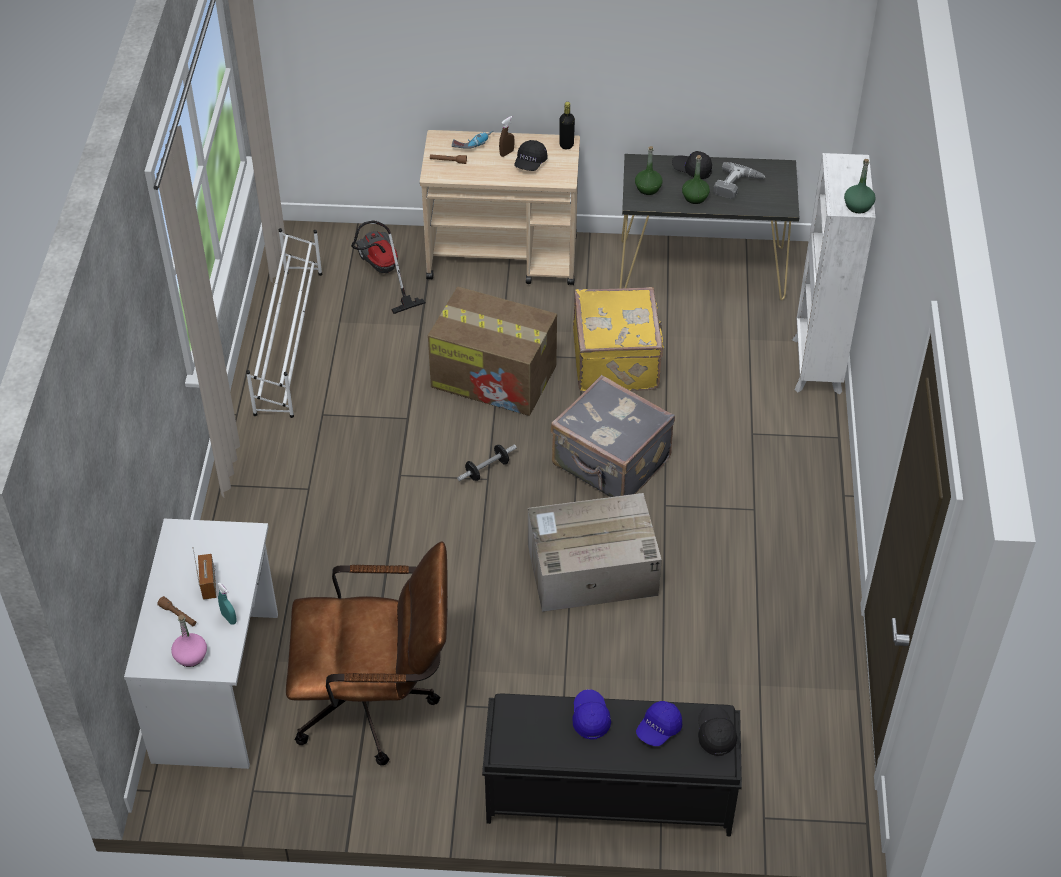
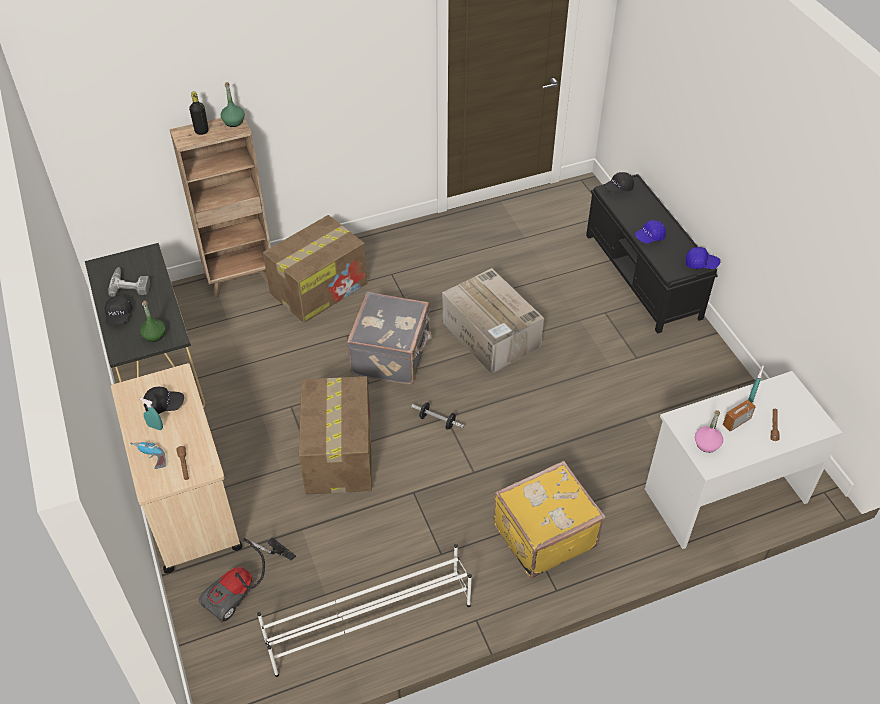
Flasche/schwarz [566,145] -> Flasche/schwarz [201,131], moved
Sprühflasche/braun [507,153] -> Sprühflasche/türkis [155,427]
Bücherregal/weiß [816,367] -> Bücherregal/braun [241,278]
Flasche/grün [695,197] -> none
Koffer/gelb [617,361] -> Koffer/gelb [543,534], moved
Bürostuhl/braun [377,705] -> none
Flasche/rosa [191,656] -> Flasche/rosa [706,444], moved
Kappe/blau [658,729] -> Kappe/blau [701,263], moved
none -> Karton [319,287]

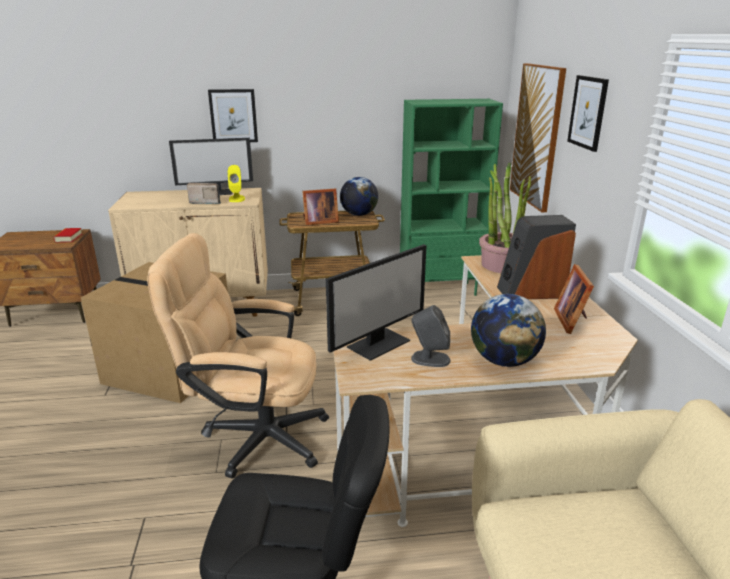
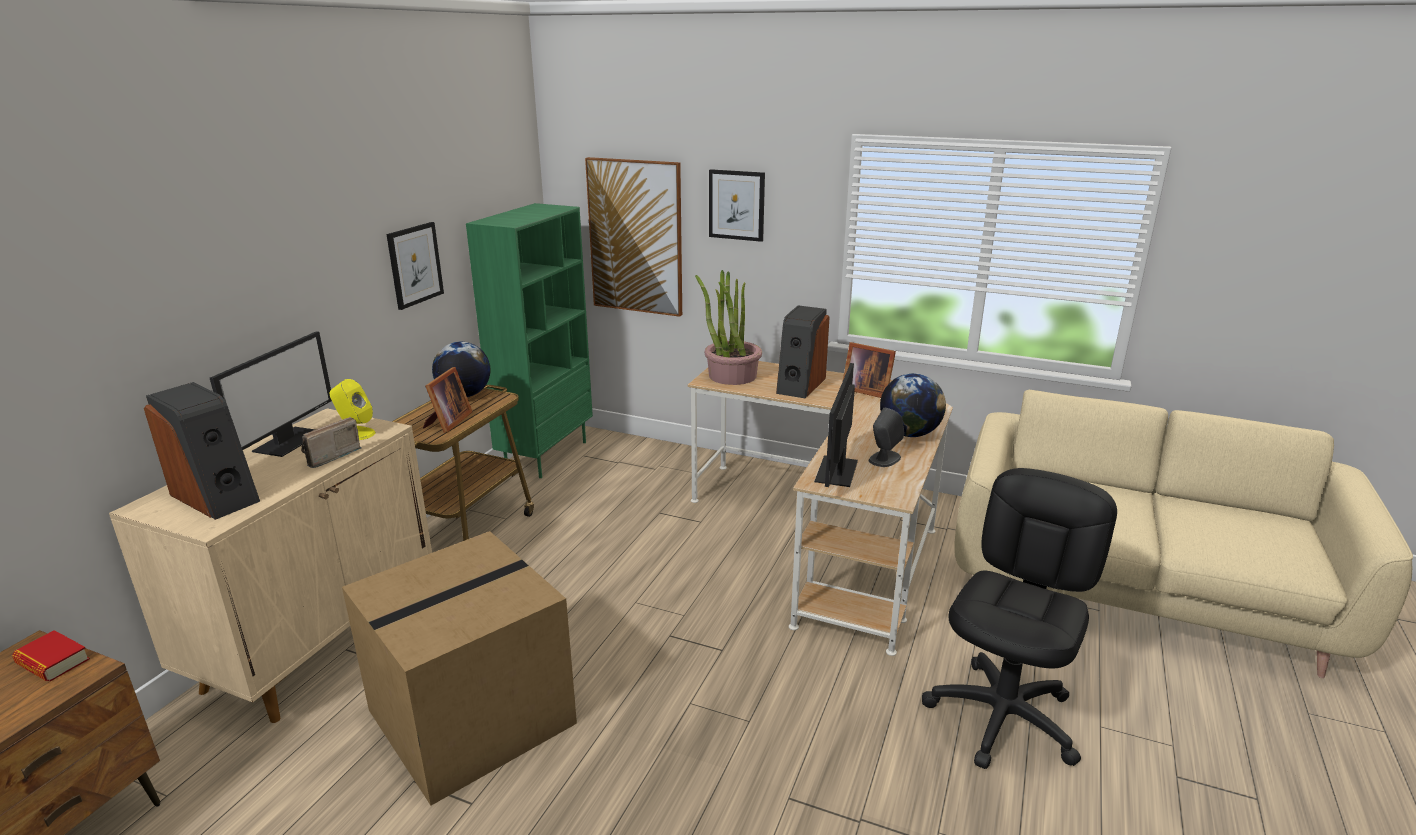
Bild [233,116] -> Bild [415,265], moved
Bürostuhl/beige [254,436] -> none
Monitor [378,343] -> Monitor [837,471], 150 degrees counterclockwise
none -> Lautsprecher [217,497]

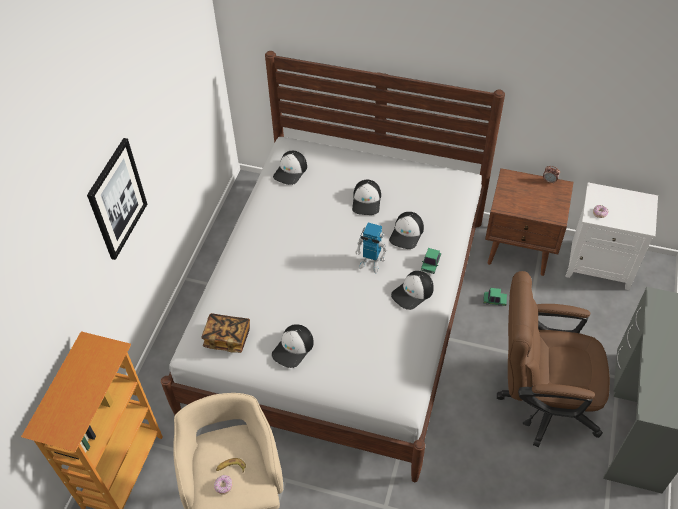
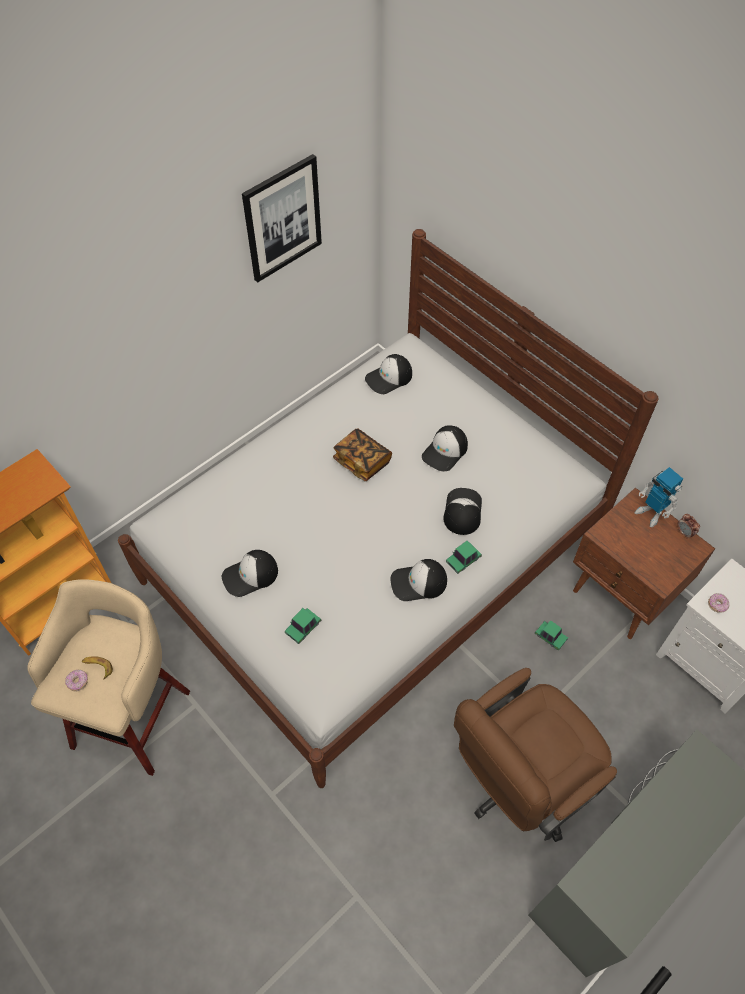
Bild [117,199] -> Bild [282,219], moved
Kappe [407,233] -> Kappe [462,511], 135 degrees clockwise
Spielzeugroboter [371,263] -> Spielzeugroboter [651,513], moved
Bürostuhl/braun [540,401] -> Bürostuhl/braun [518,782], 75 degrees counterclockwise
Buch [227,338] -> Buch [362,461], moved
none -> Spielzeugauto [303,627]

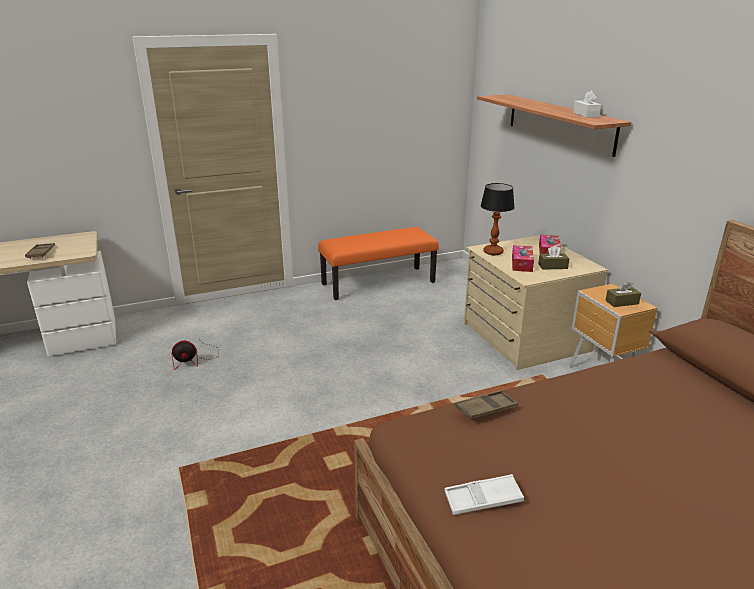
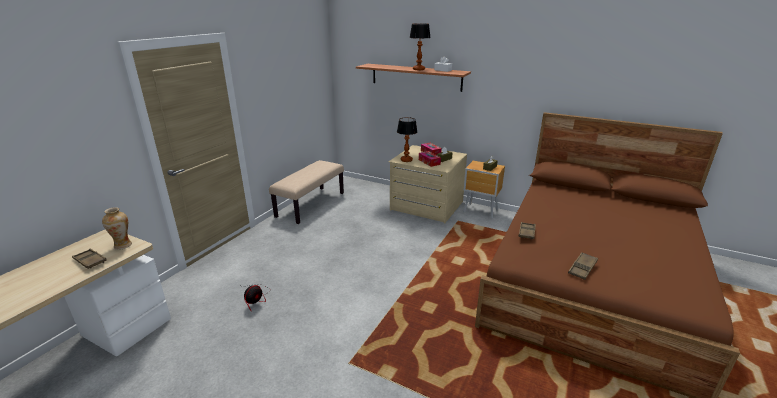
Bank/orange [378,283] -> Bank/beige [310,204]
Tablett/weiß [483,499] -> Tablett/braun [582,268]
none -> Tischlampe [418,69]
none -> Vase [123,245]

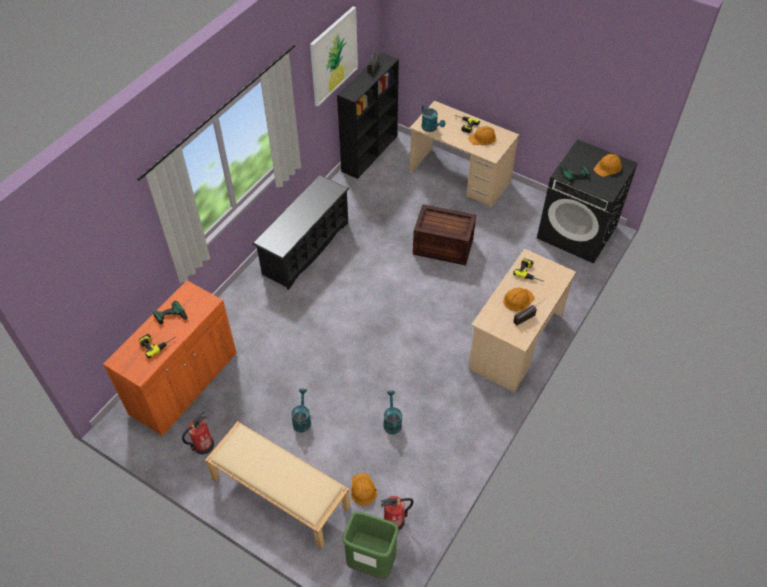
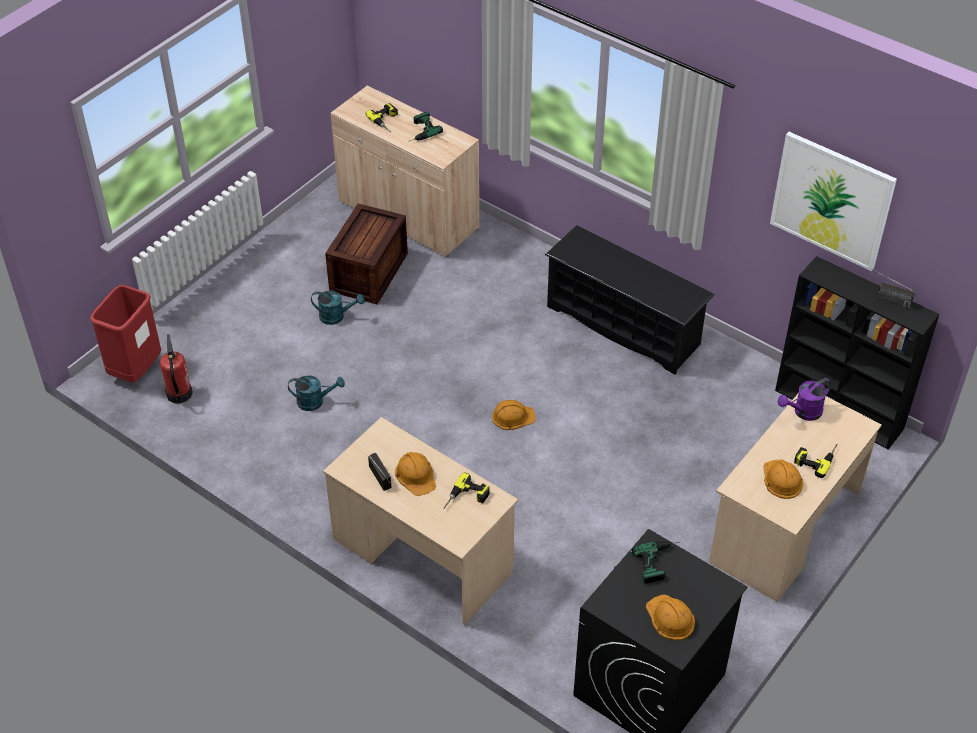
Gießkanne/türkis [431,128] -> Gießkanne/lila [803,412]
Kiste [442,246] -> Kiste [369,271], moved
Schrank/orange [184,384] -> Schrank/beige [408,215]
Feuerlöscher [203,445] -> none
Bank/beige [279,492] -> none
Schutzhelm/orange [362,489] -> Schutzhelm/orange [513,416], moved
Mülleimer/grün [371,562] -> Mülleimer/rot [136,370]

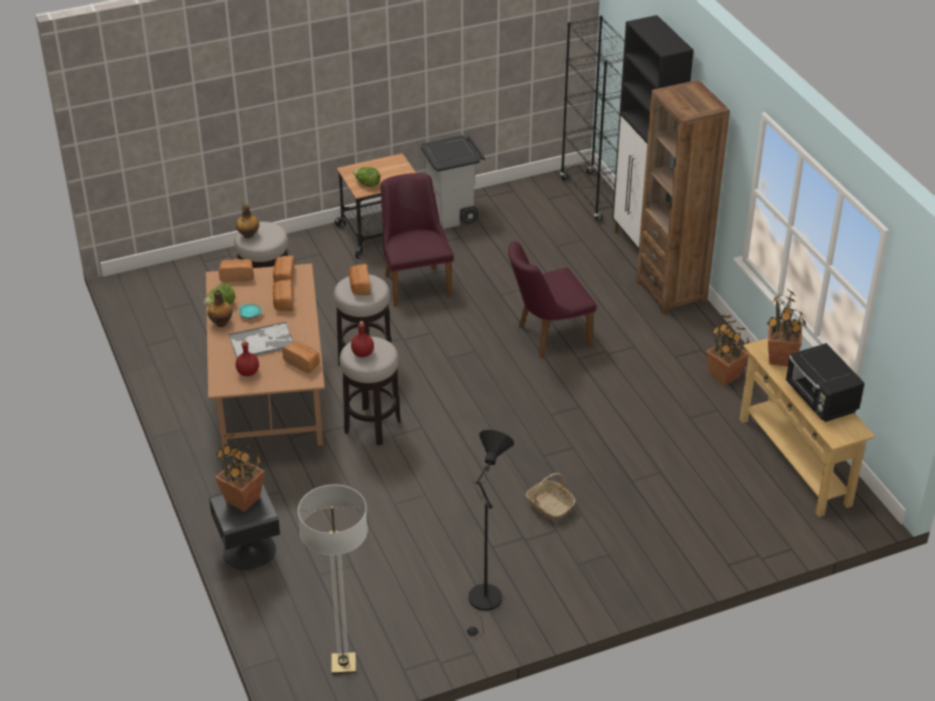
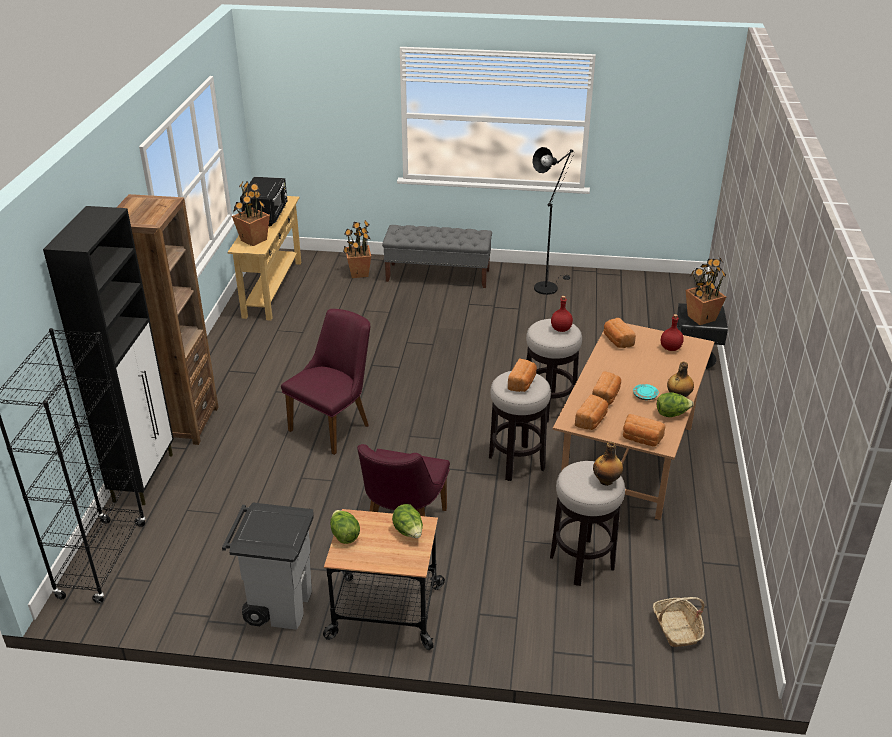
Stuhl/lila [547,337] -> Stuhl/lila [335,425], 60 degrees counterclockwise
Topfpflanze [725,376] -> Topfpflanze [359,273], moved
Tablett [262,341] -> none
Korb [549,506] -> Korb [676,628], moved
Stehlampe [343,664] -> none
none -> Bank/grau [438,275]
none -> Salatkopf [344,535]

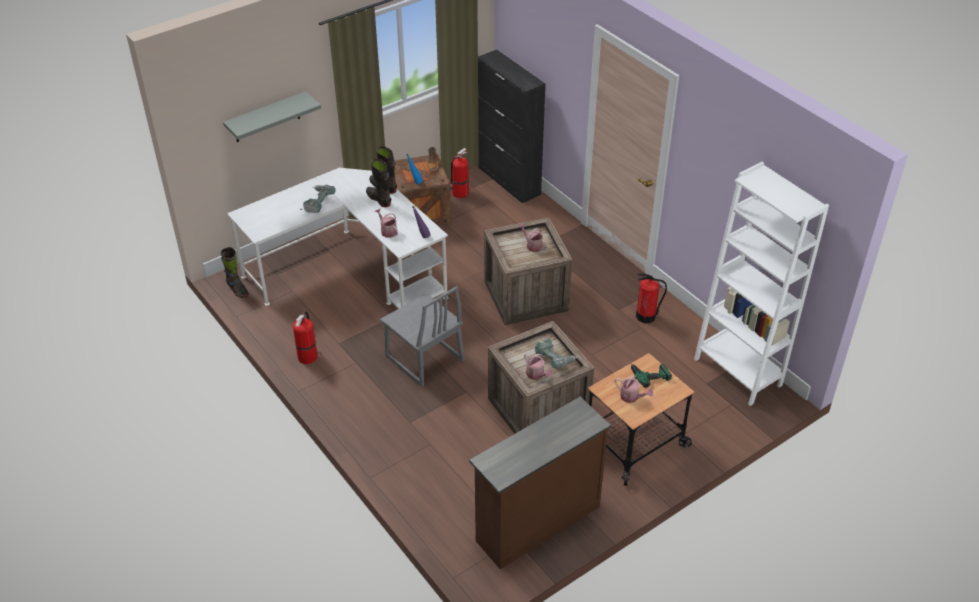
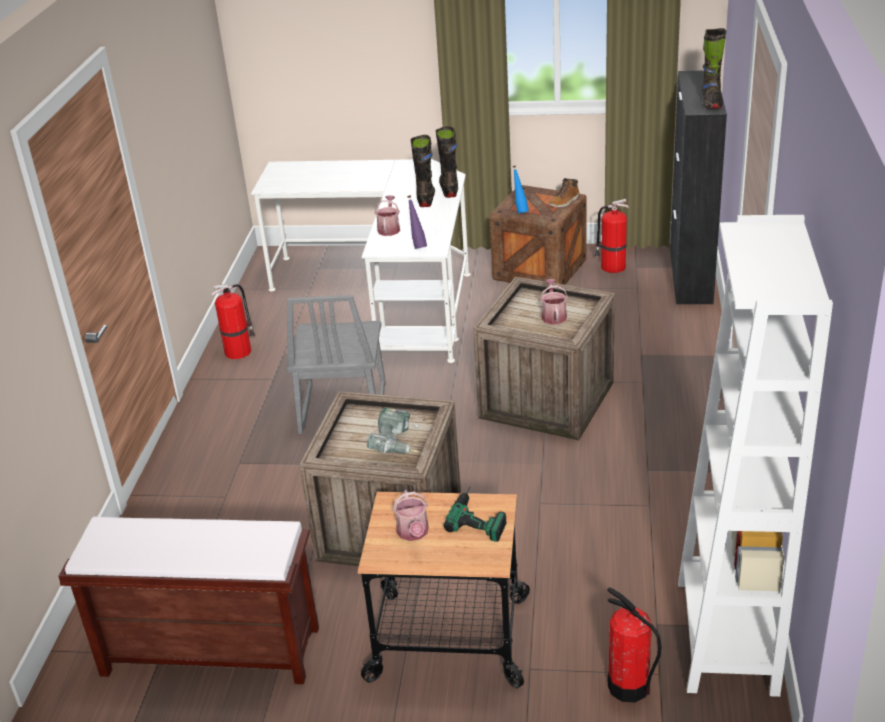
Wandregal/grau [266,118] -> none
Bohrmaschine [317,203] -> none
Stiefel/schwarz [237,290] -> Stiefel/schwarz [711,102], moved
Feuerlöscher [646,316] -> Feuerlöscher [629,687], moved
Gießkanne [537,375] -> none
Kommode/braun [536,522] -> Bank/braun [208,652]

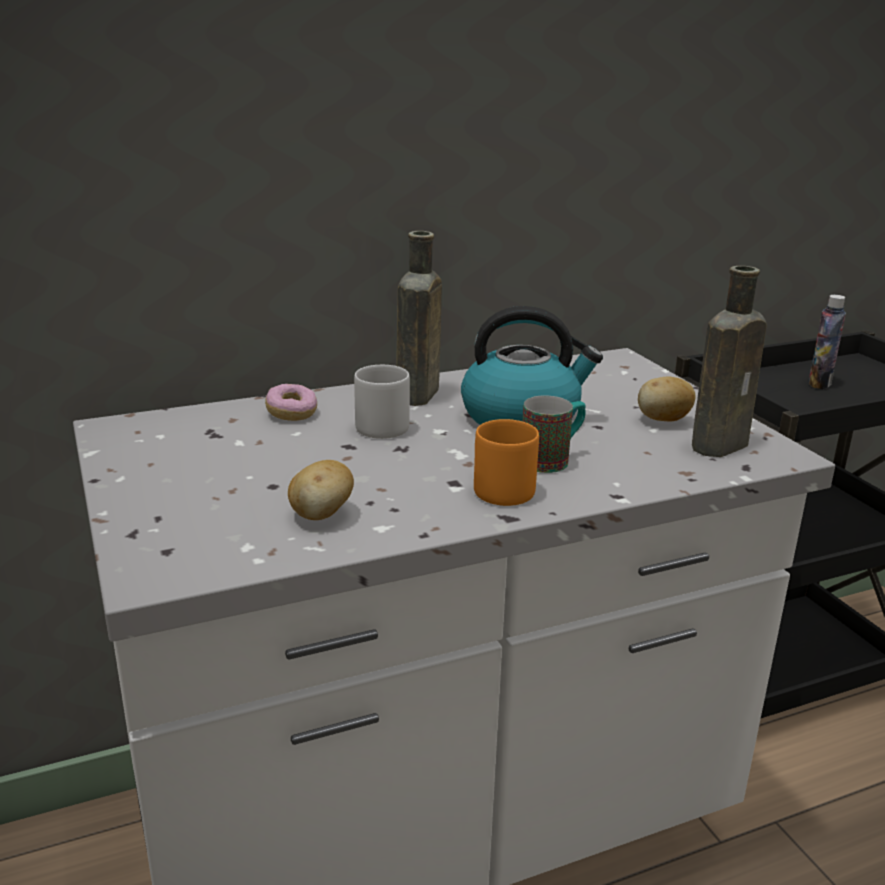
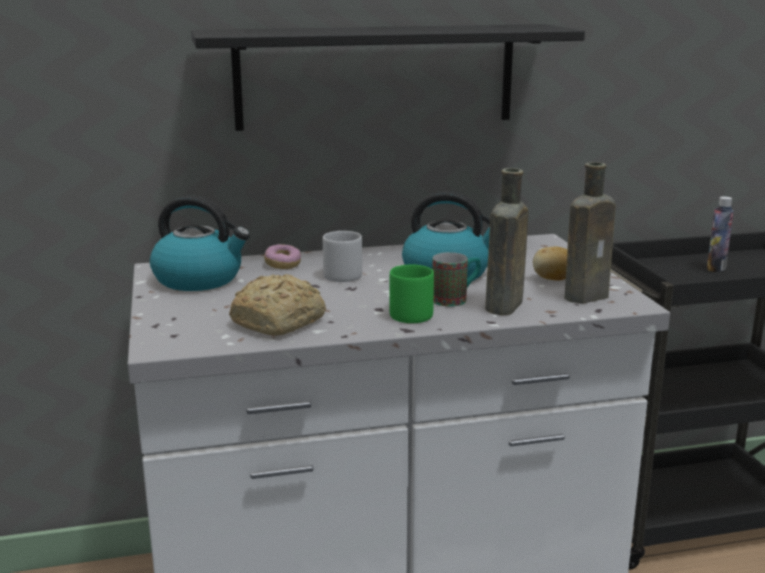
Flasche/braun [417,396] -> Flasche/braun [503,307], moved
Henkelbecher/orange [499,488] -> Henkelbecher/grün [408,313]
Kartoffel [321,515] -> Brot [280,322]
none -> Wandregal/schwarz [376,76]
none -> Wasserkessel [200,279]

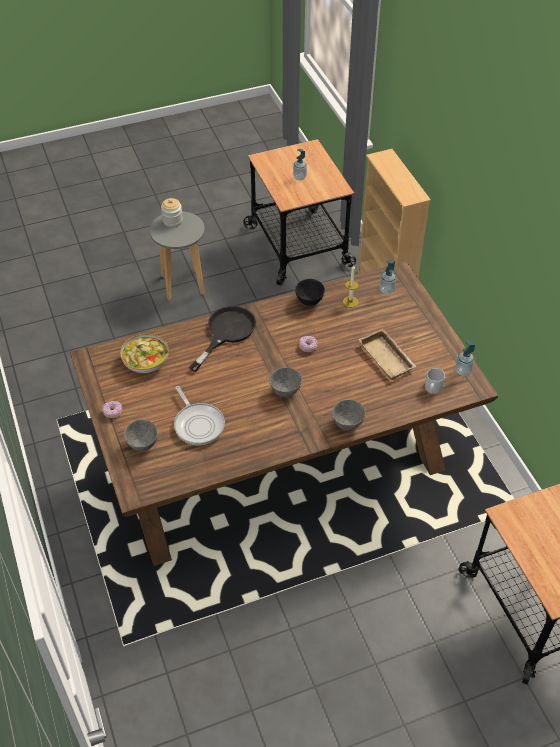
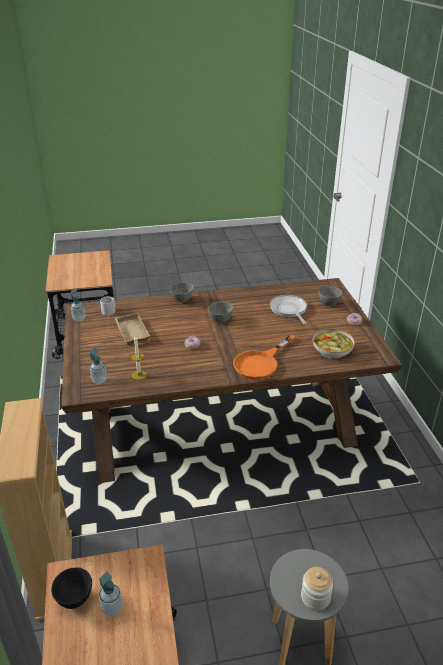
Schüssel/schwarz [310,301] -> Schüssel/schwarz [74,599], moved
Pfanne/schwarz [226,332] -> Pfanne/orange [260,363]

